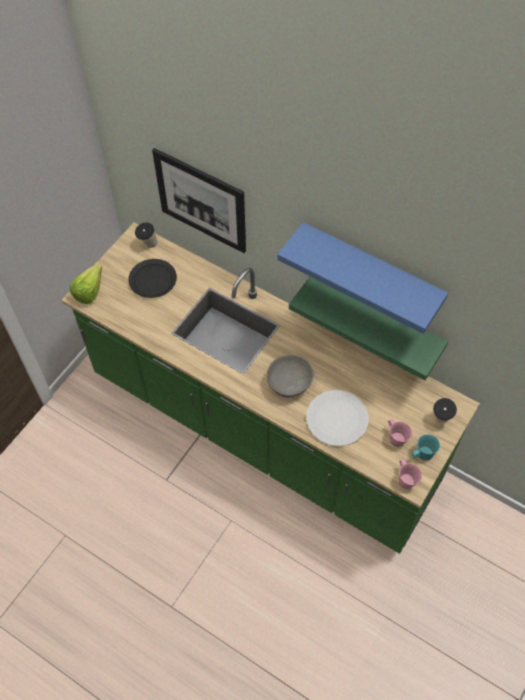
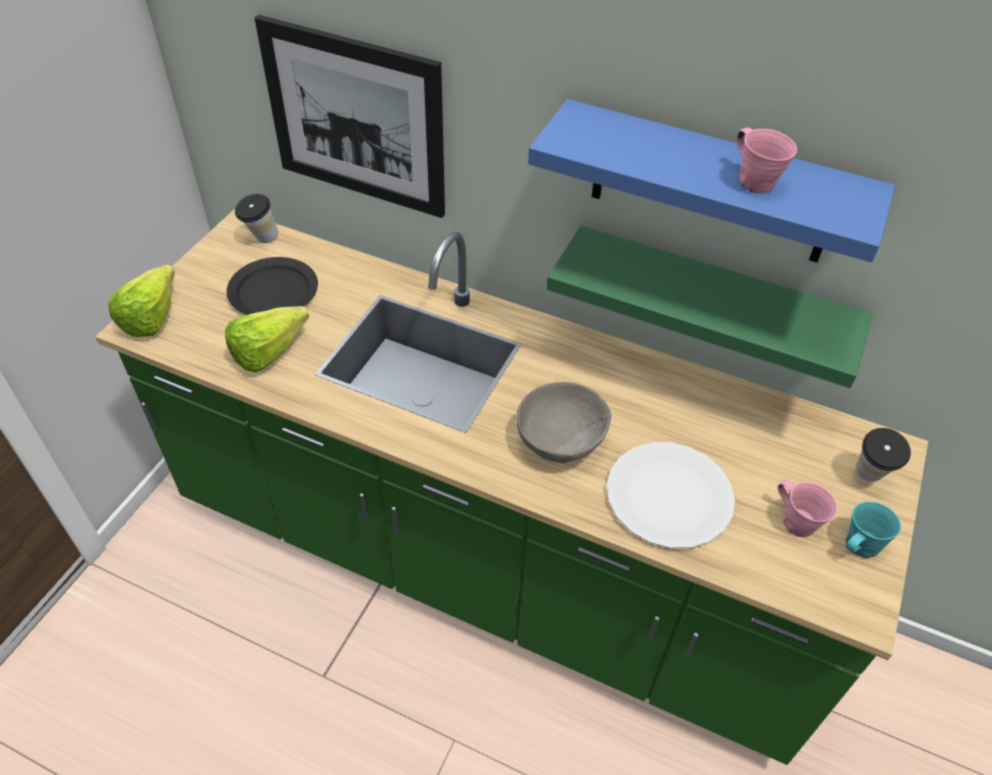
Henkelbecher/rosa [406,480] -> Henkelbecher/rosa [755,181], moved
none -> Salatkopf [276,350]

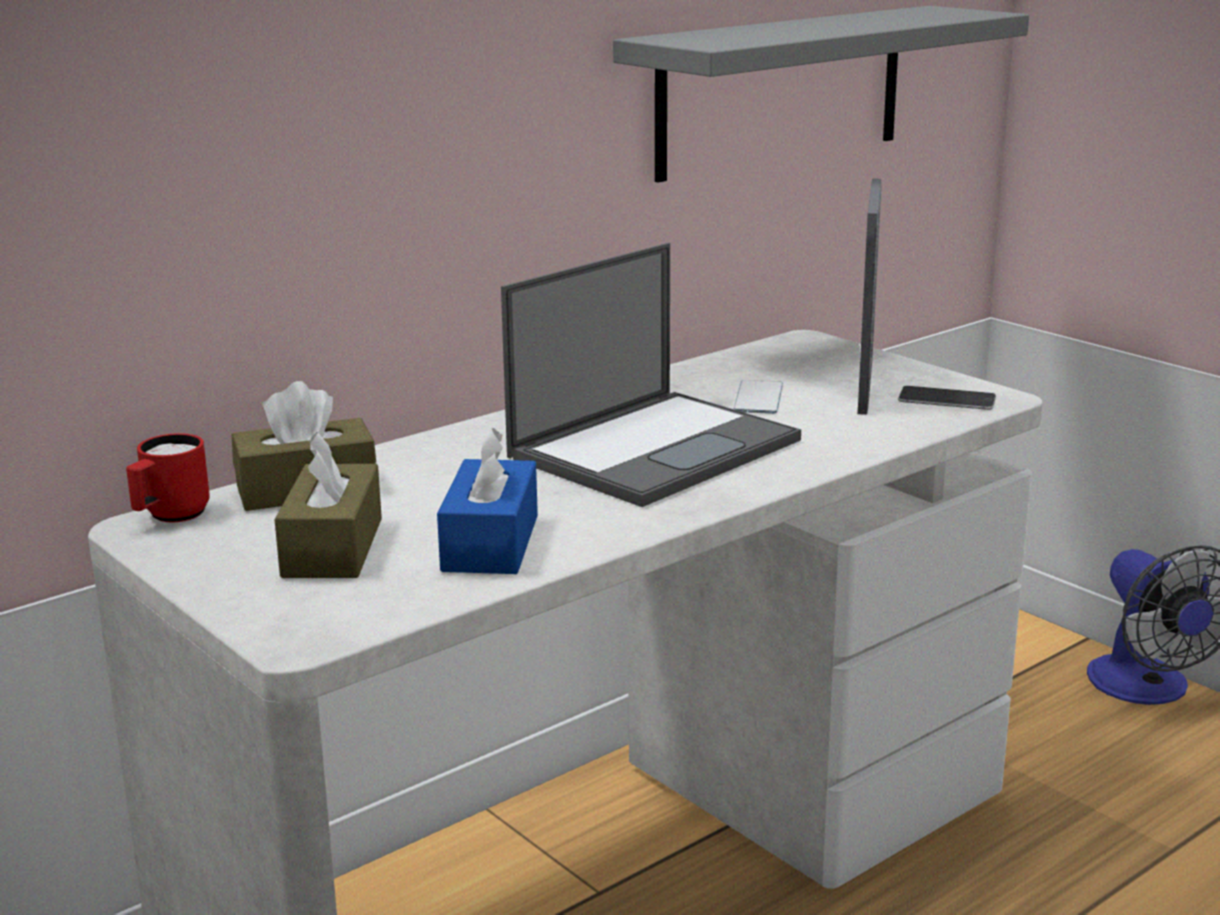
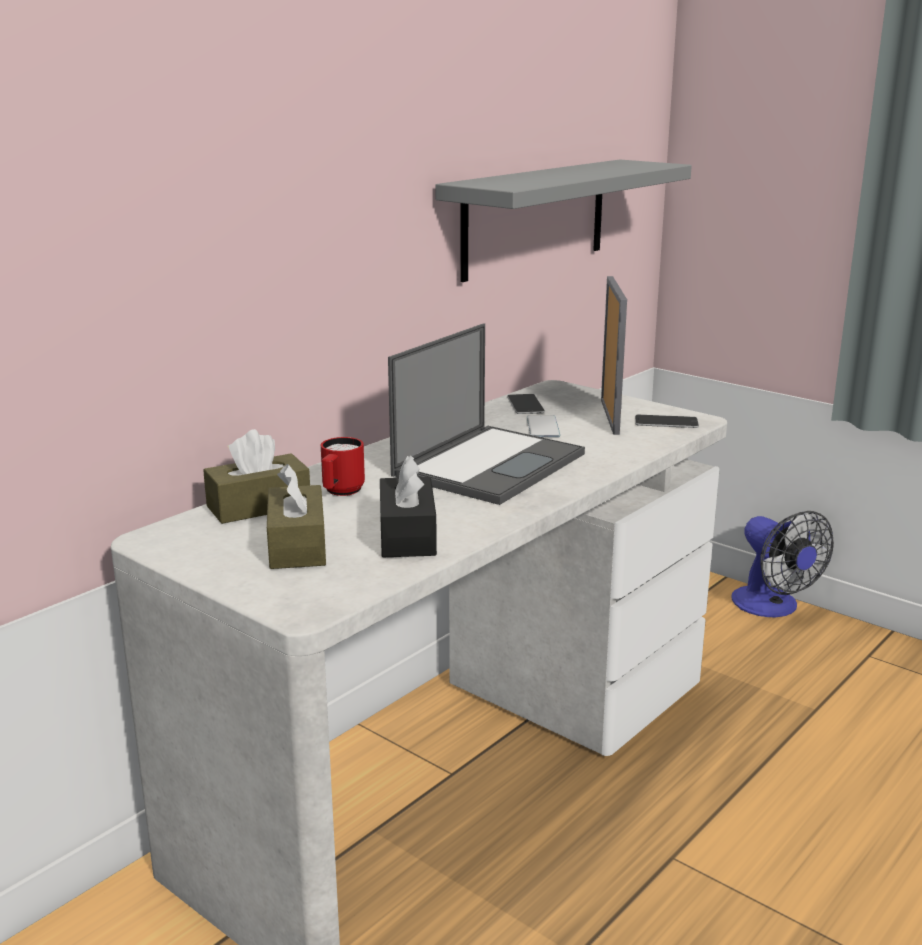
Taschentuchbox/blau [490,543] -> Taschentuchbox/schwarz [407,535]
Henkelbecher/rot [170,517] -> Henkelbecher/rot [340,492], moved
none -> Handy [525,404]

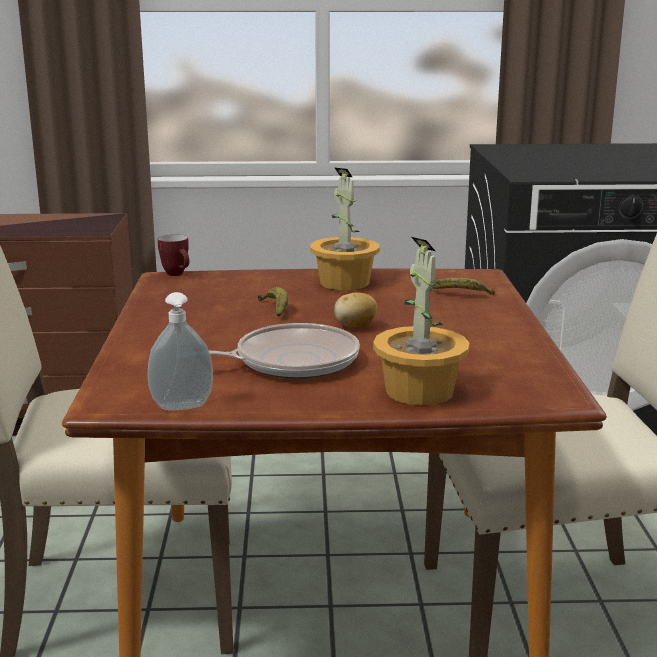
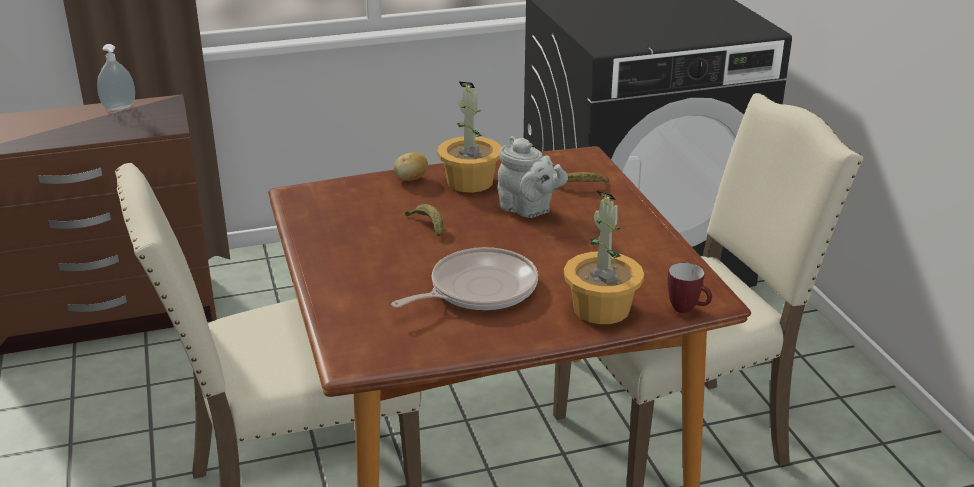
Henkelbecher [178,274] -> Henkelbecher [687,310], moved
Seifenspender [182,408] -> Seifenspender [120,108], moved
Kartoffel [355,326] -> Kartoffel [411,179], moved
none -> Teekanne/grau [528,210]

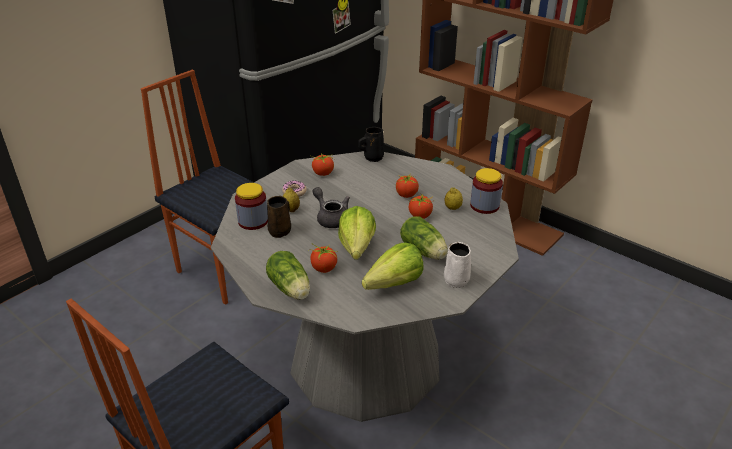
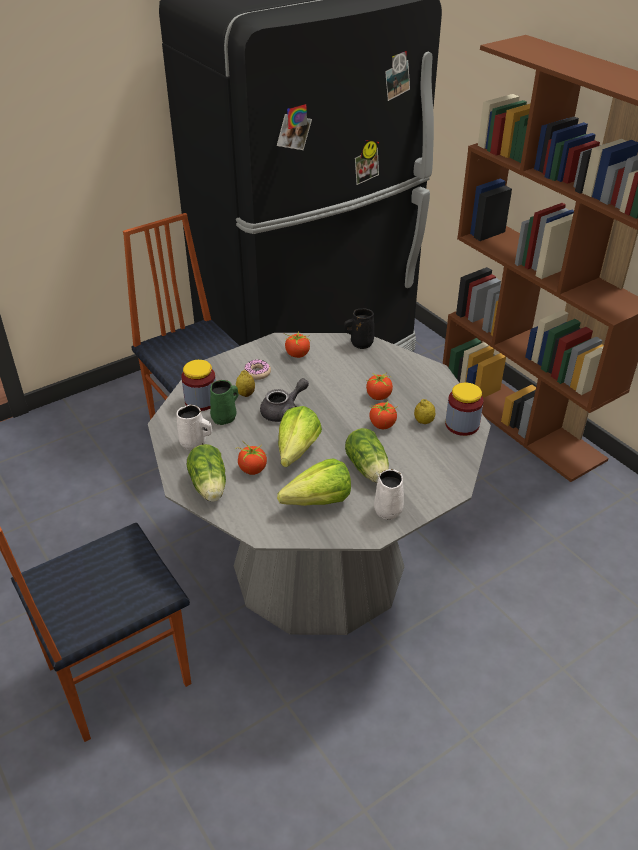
Teekanne/grau [331,218] -> Teekanne/grau [284,411], 75 degrees clockwise
Henkelbecher/braun [280,231] -> Henkelbecher/grün [225,417]
none -> Henkelbecher/weiß [195,444]

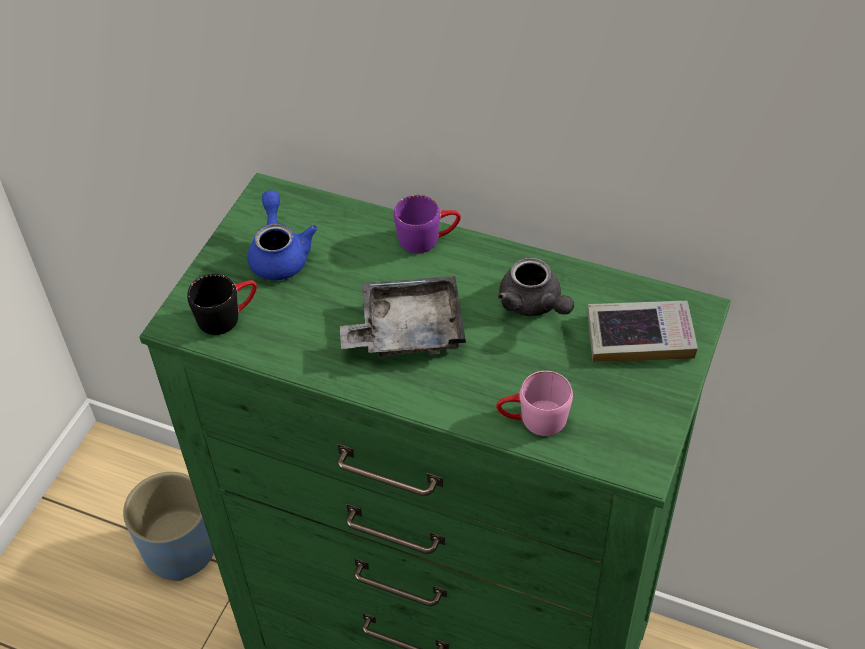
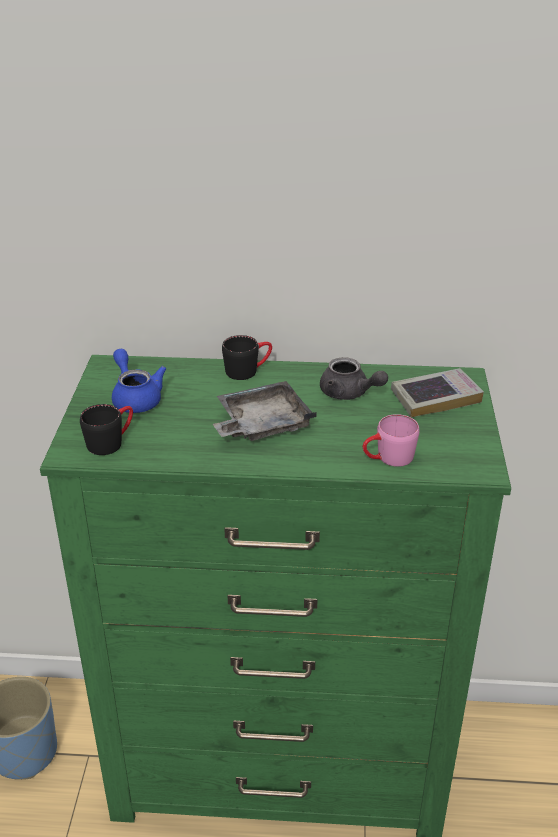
Henkelbecher/lila [428,238] -> Henkelbecher/schwarz [248,370]

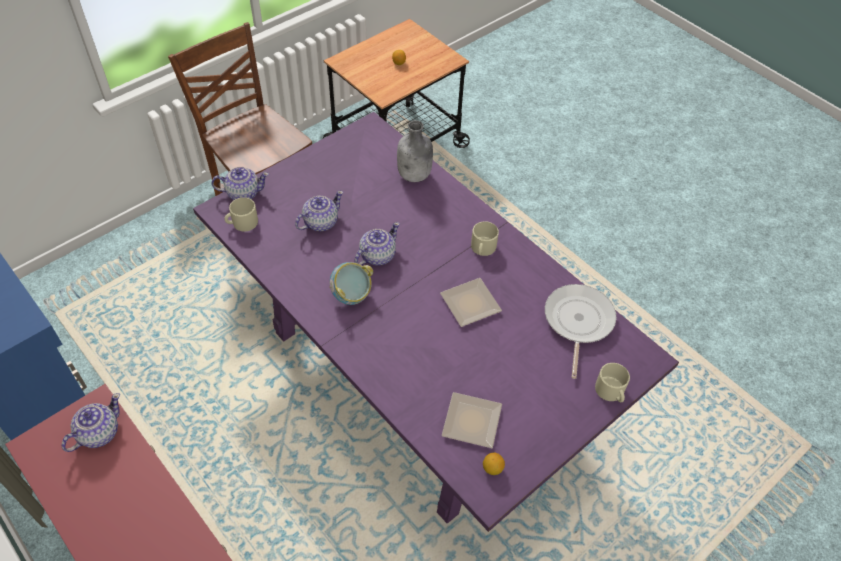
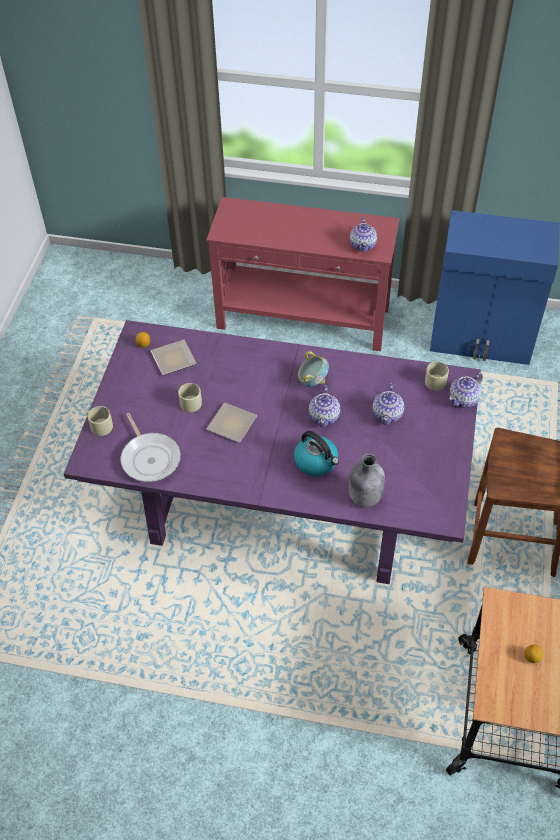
Henkelbecher/beige [482,248] -> Henkelbecher/beige [190,401], moved
none -> Wasserkessel [316,462]

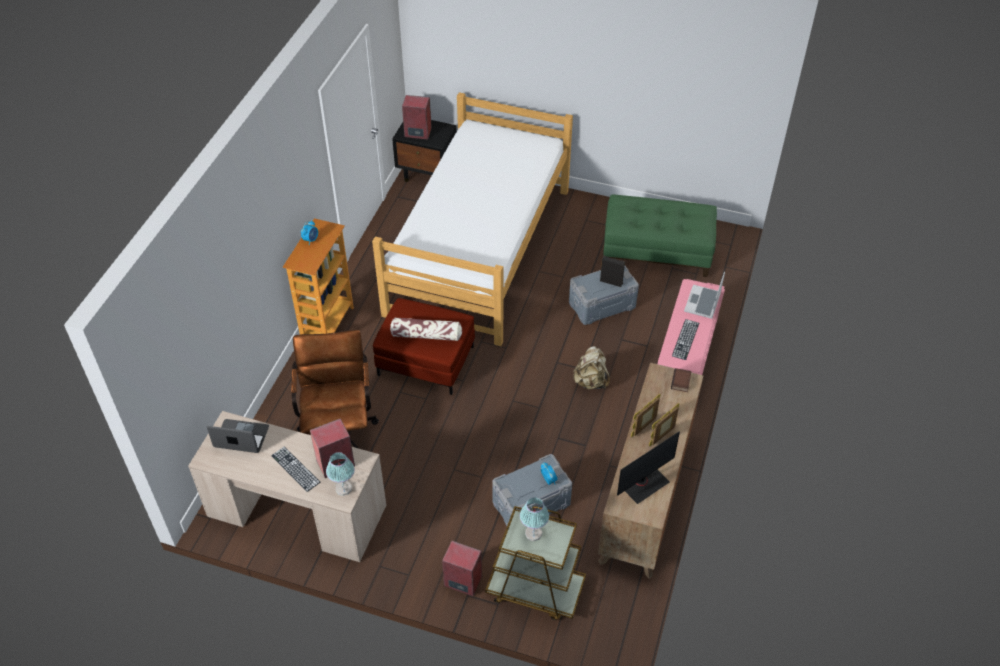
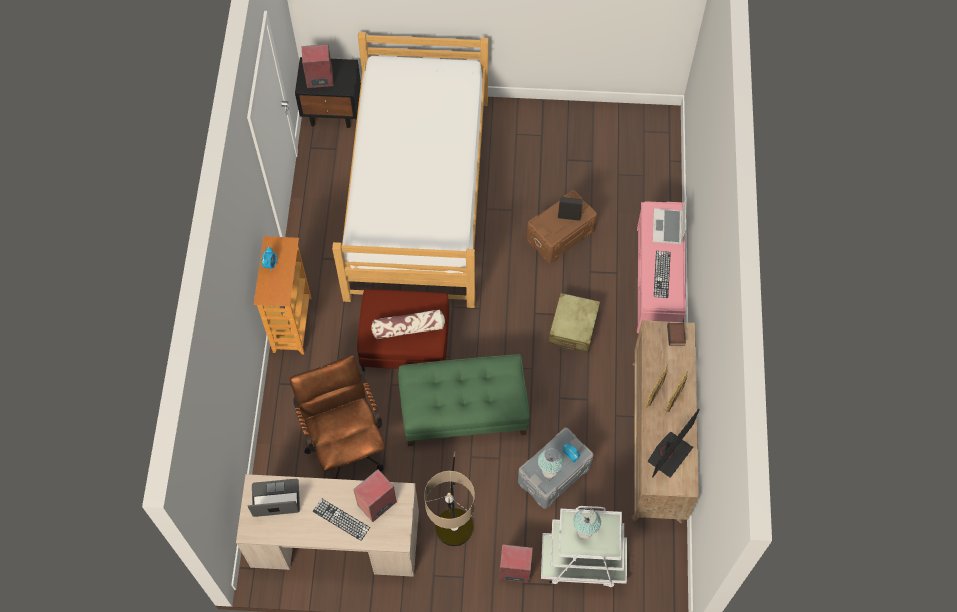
Polsterhocker/grün [656,252] -> Polsterhocker/grün [463,411], moved
Aufbewahrungsbox/grau [602,305] -> Aufbewahrungsbox/braun [561,236]
Rucksack/beige [590,381] -> Koffer/beige [573,327]
Tischlampe [343,488] -> Tischlampe [549,471], moved
Rollwagen/braun [535,589] -> Rollwagen/weiß [582,561]
none -> Stehlampe [453,543]

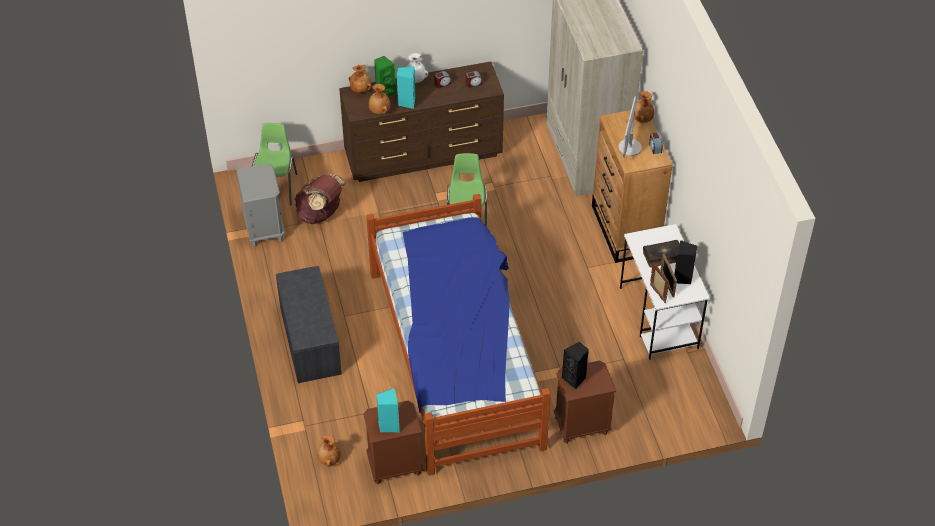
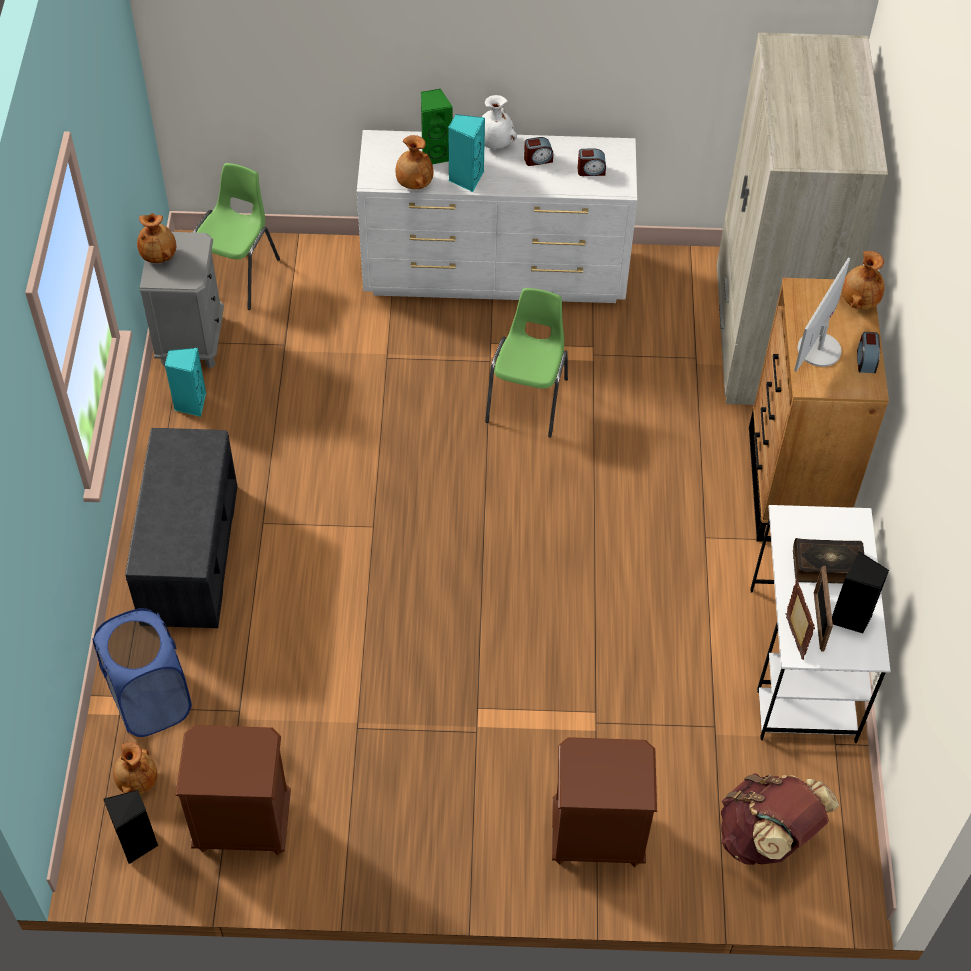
Kommode/braun [424,155] -> Kommode/weiß [496,274]
Vase/braun [361,89] -> Vase/braun [159,255], moved
Rucksack/braun [321,214] -> Rucksack/braun [767,837], moved
Bett [456,357] -> none
Lautsprecher/schwarz [575,379] -> Lautsprecher/schwarz [138,843], moved
Lautsprecher/türkis [388,425] -> Lautsprecher/türkis [190,403], moved
none -> Wäschekorb/blau [150,701]

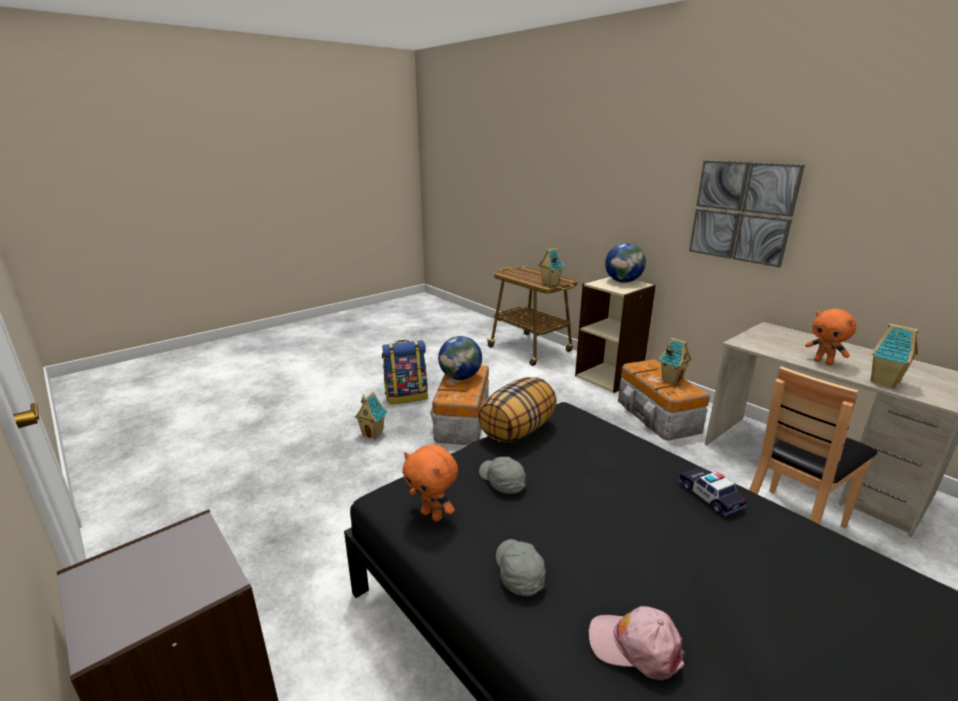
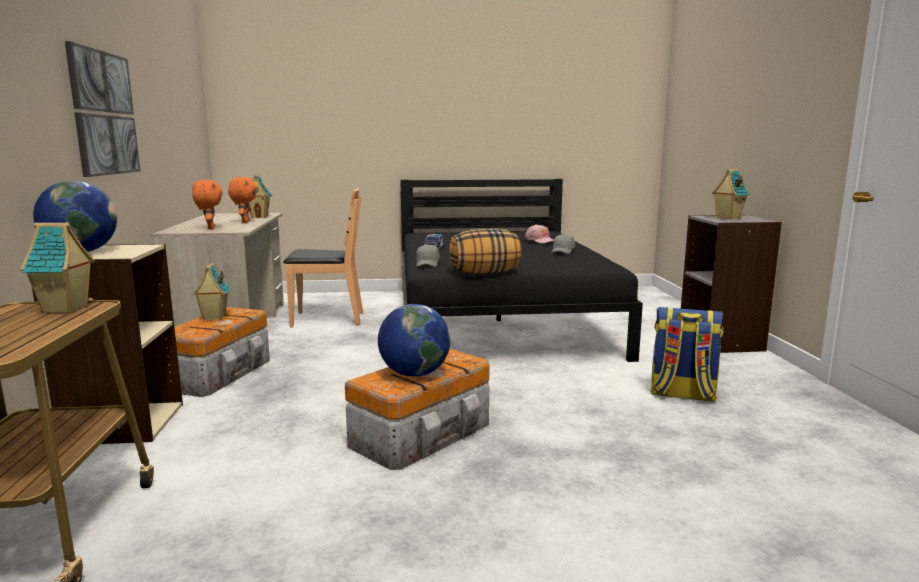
Rucksack [406,396] -> Rucksack [682,394], moved
Spielzeughaus [373,433] -> Spielzeughaus [727,218], moved
Plüschtier/orange [433,515] -> Plüschtier/orange [210,228], moved
Kappe/grau [501,481] -> Kappe/grau [427,264], moved

